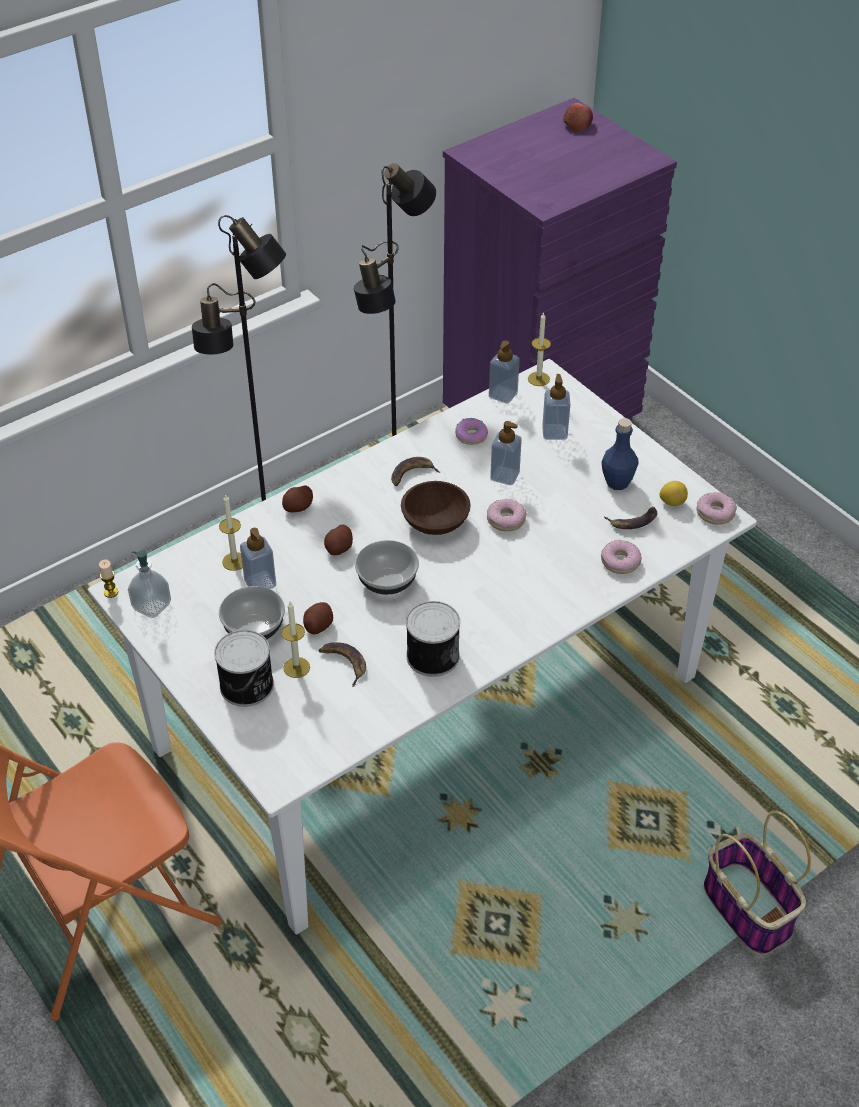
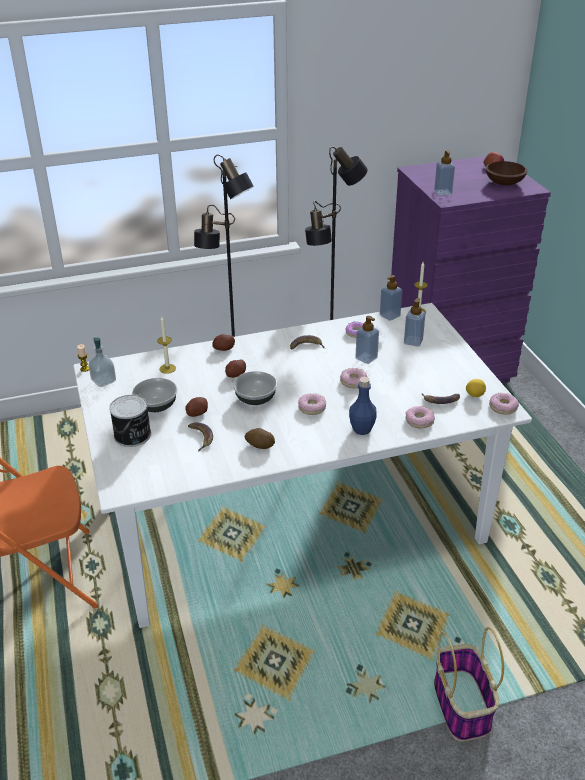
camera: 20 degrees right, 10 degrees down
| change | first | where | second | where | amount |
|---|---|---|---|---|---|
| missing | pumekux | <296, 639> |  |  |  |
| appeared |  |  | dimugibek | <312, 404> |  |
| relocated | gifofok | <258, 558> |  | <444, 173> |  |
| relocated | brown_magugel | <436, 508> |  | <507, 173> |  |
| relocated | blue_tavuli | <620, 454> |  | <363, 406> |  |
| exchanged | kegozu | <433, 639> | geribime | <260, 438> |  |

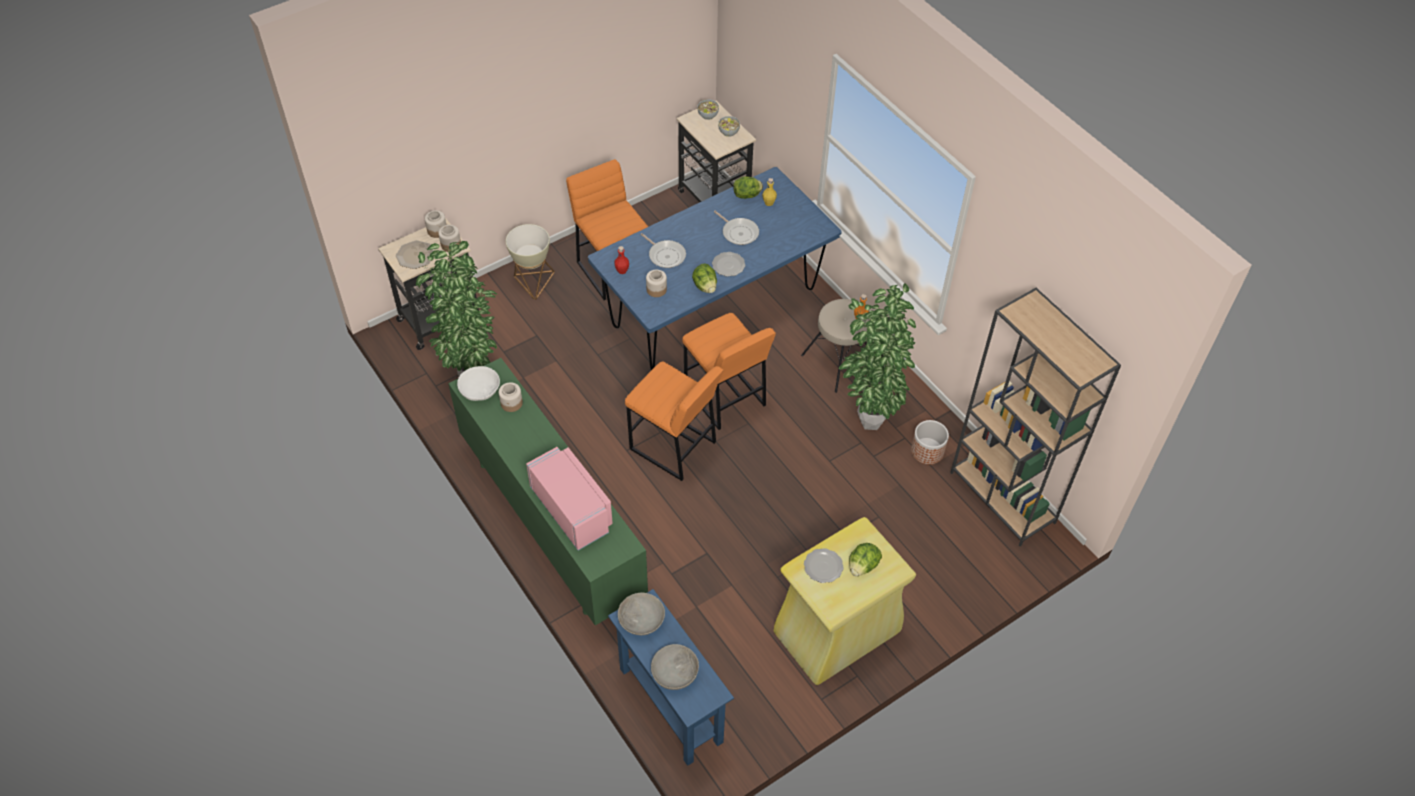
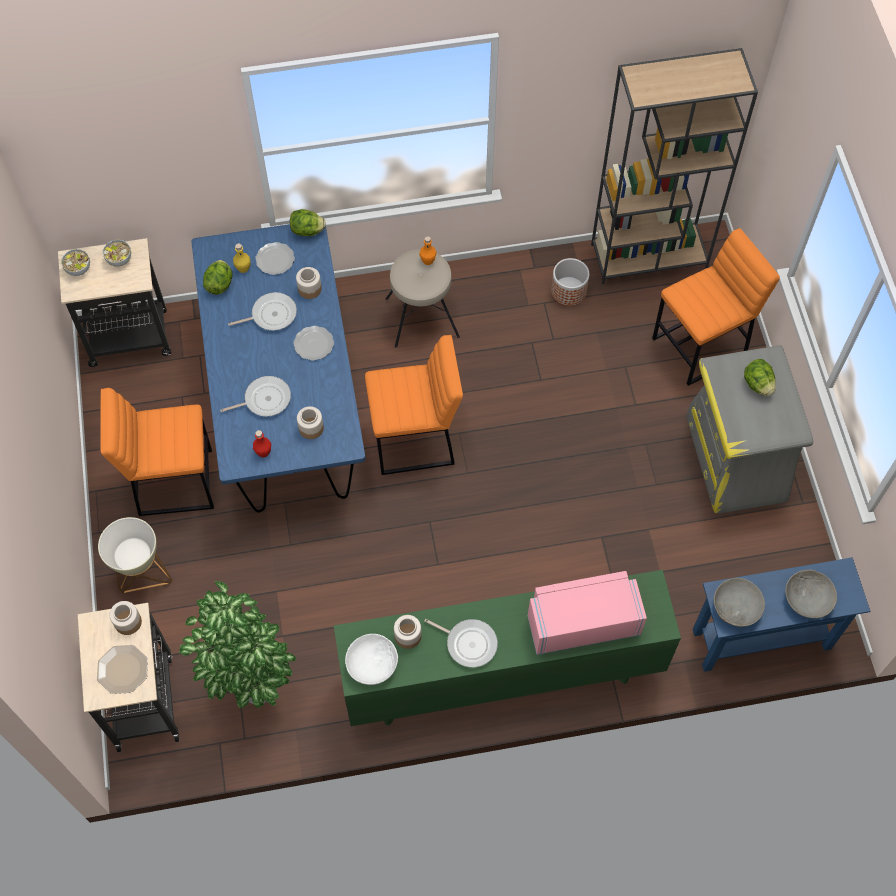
camera: 65 degrees left, 10 degrees up
| change | first | where | second | where | amount |
|---|---|---|---|---|---|
| missing | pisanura | <877, 356> |  |  |  |
| appeared |  |  | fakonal | <461, 643> |  |
| relocated | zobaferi | <435, 224> |  | <309, 283> |  |
| relocated | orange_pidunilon | <674, 421> |  | <716, 307> |  |
| relocated | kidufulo | <704, 278> |  | <308, 222> |  |
| relocated | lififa | <824, 565> |  | <275, 258> |  |
| colour | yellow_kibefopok | <845, 601> | grey_kibefopok | <750, 429> |  |

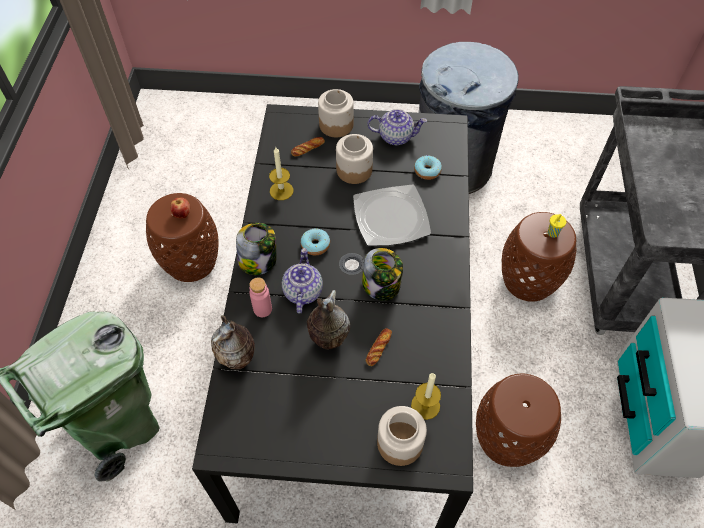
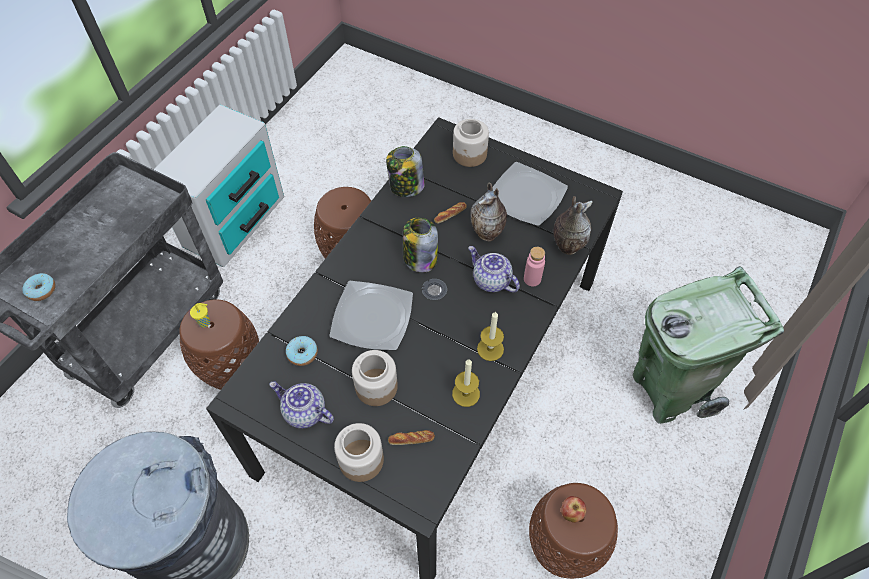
camera: 155 degrees left, 0 degrees up
| change | first | where | second | where | amount |
|---|---|---|---|---|---|
| appeared |  |  | lififa | <530, 194> |  |
| relocated | zobaferi | <256, 249> |  | <405, 171> |  |
| relocated | dimugibek | <315, 241> |  | <39, 287> |  |
| relocated | pumekux | <426, 396> |  | <490, 336> |  |
| spun | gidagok | <302, 280> |  | <494, 269> | 105 degrees clockwise |

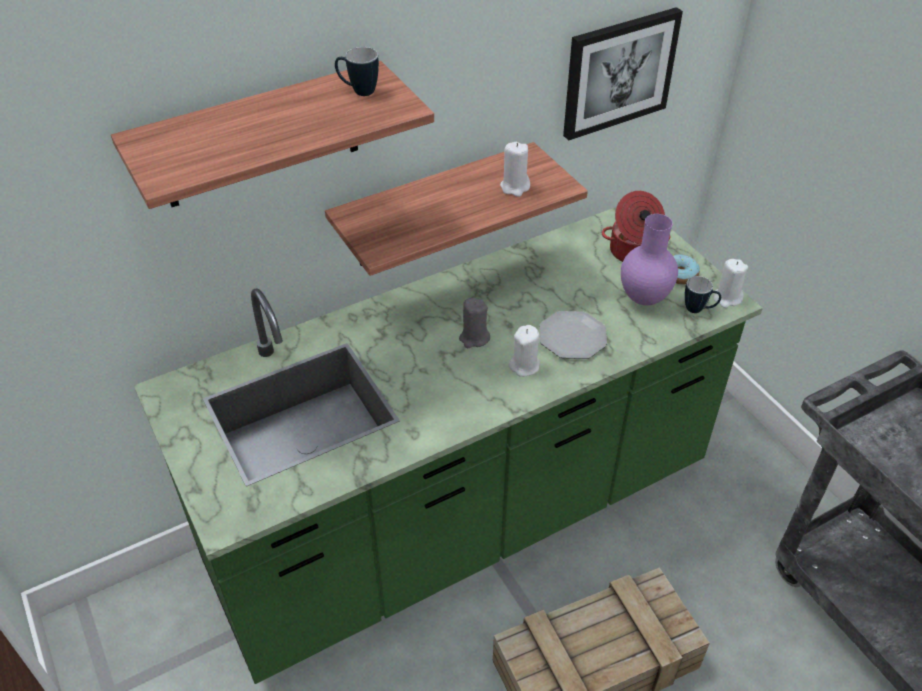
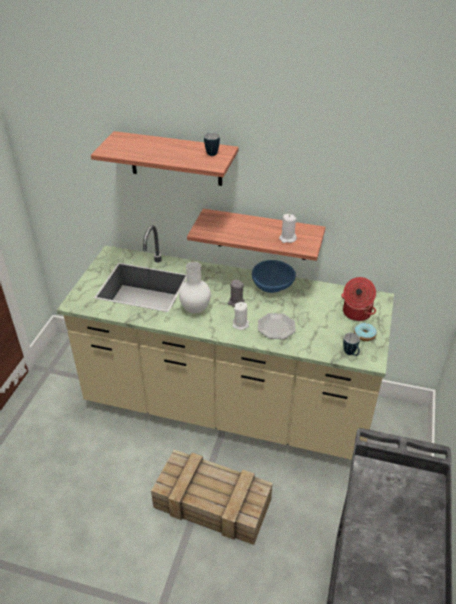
camera: 45 degrees right, 5 degrees down
| change | first | where | second | where | amount |
|---|---|---|---|---|---|
| missing | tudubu | <623, 73> |  |  |  |
| missing | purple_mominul | <649, 259> |  |  |  |
| missing | white_pumekux | <731, 283> |  |  |  |
| appeared |  |  | white_mominul | <195, 287> |  |
| appeared |  |  | blue_magugel | <274, 276> |  |
| colour | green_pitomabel | <448, 445> | beige_pitomabel | <225, 342> |  |

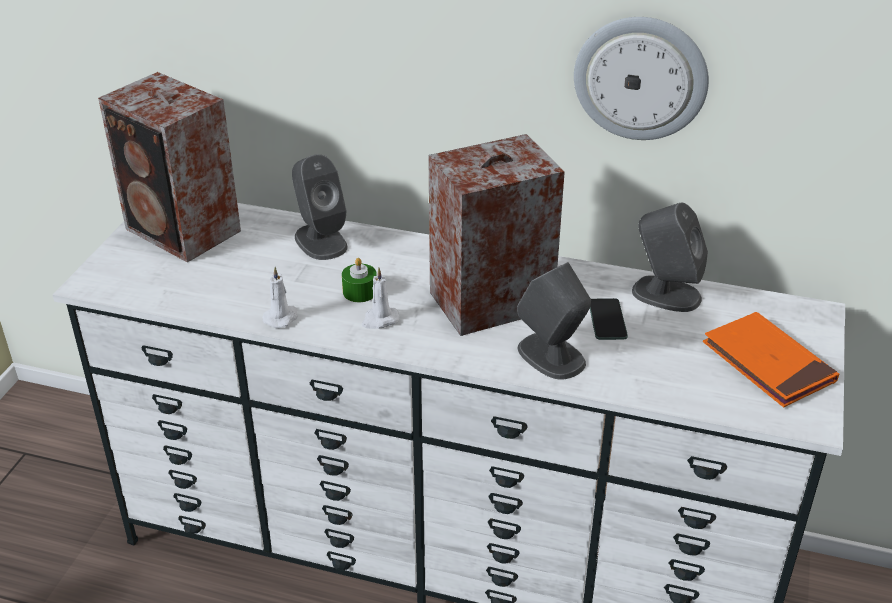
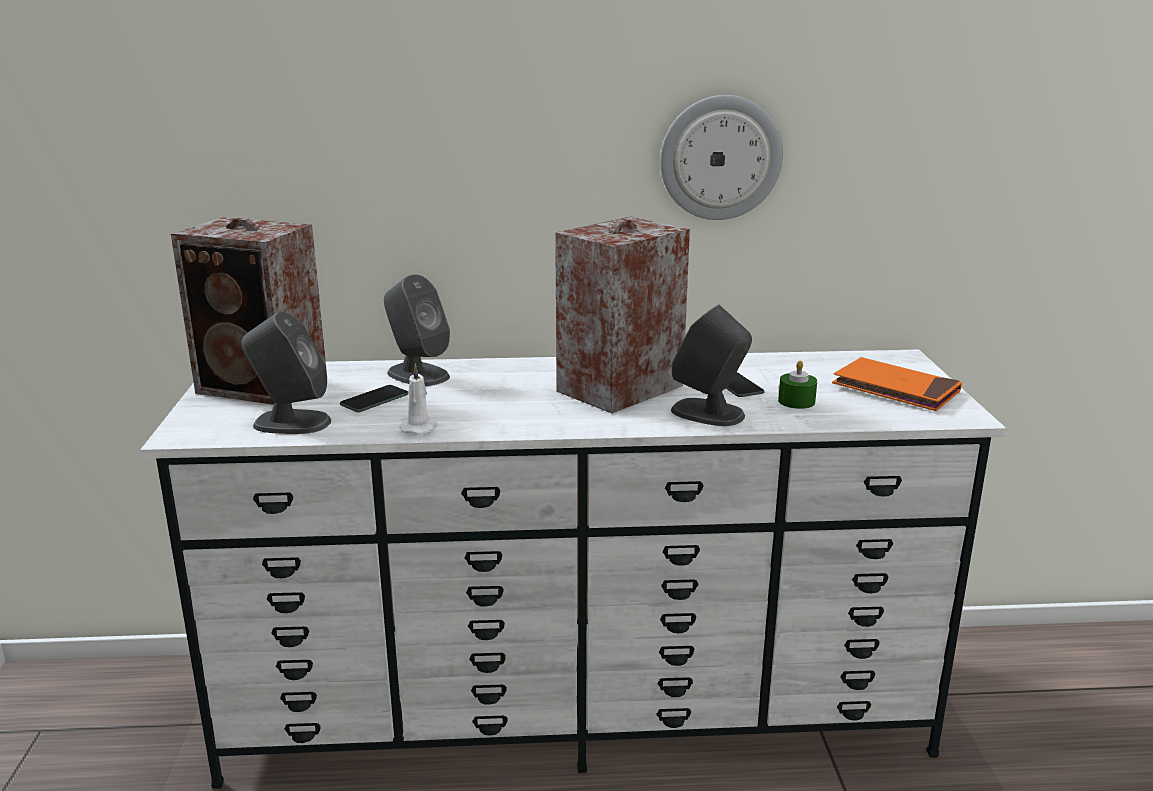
camera: 20 degrees left, 15 degrees down
| change | first | where | second | where | amount |
|---|---|---|---|---|---|
| missing | white_pumekux | <380, 298> |  |  |  |
| appeared |  |  | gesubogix | <374, 398> |  |
| relocated | green_pumekux | <359, 280> |  | <797, 385> |  |
| relocated | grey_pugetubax | <670, 257> |  | <286, 372> |  |

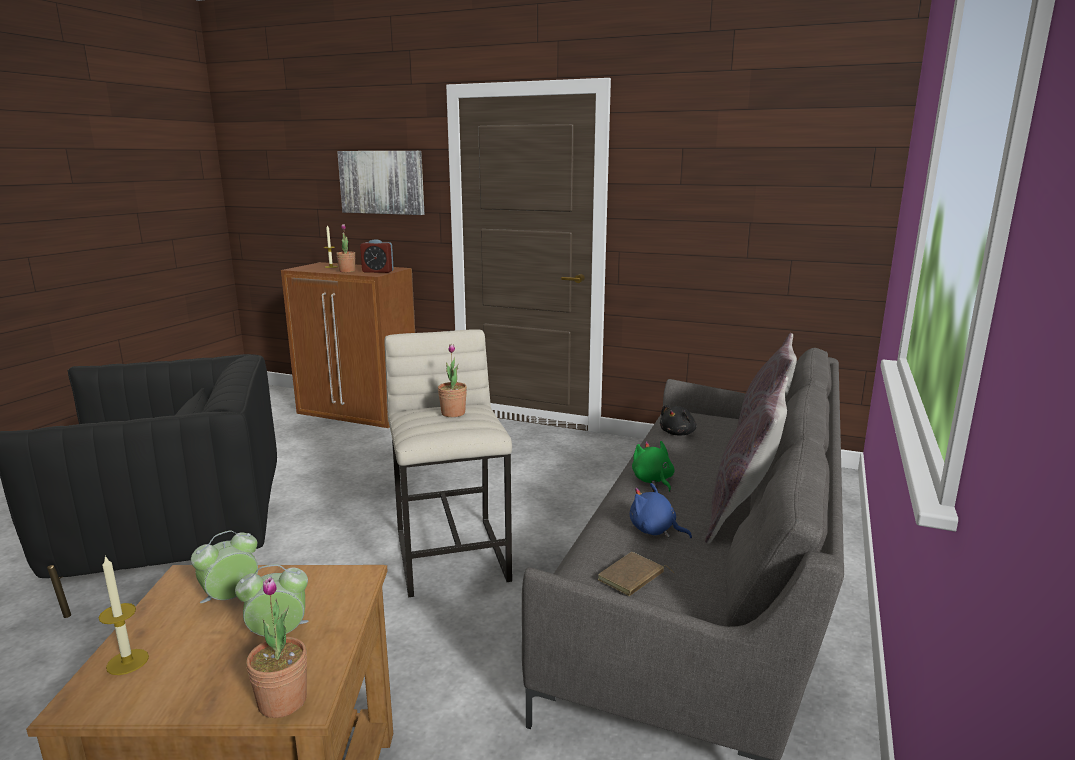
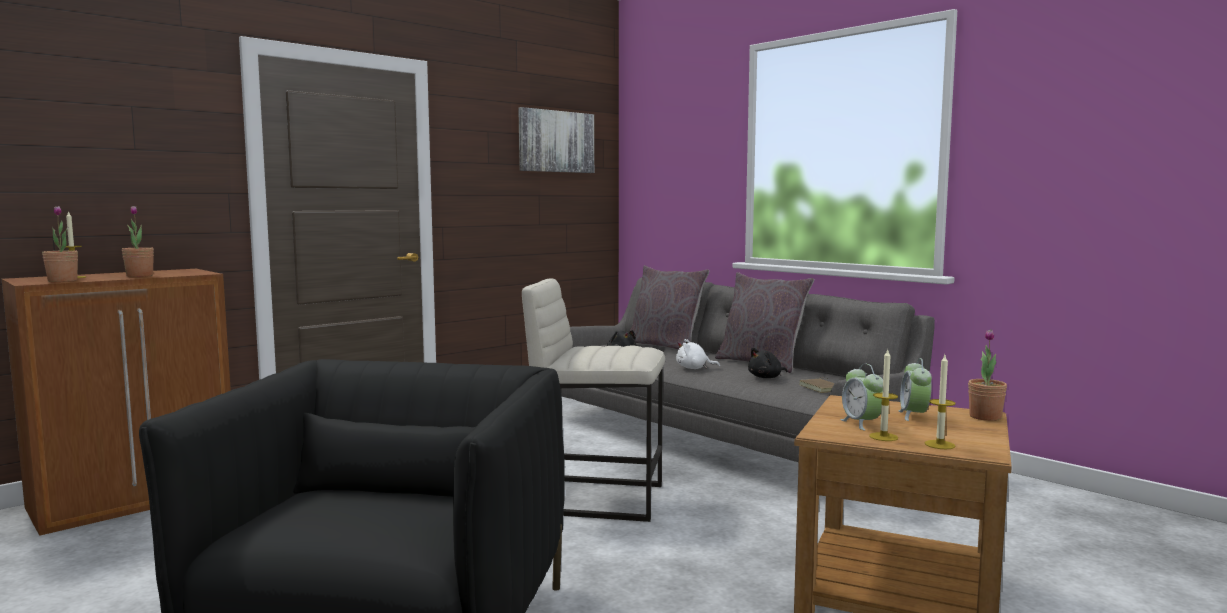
camera: 65 degrees left, 10 degrees down
| change | first | where | second | where | amount |
|---|---|---|---|---|---|
| missing | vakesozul | <377, 256> |  |  |  |
| appeared |  |  | pumekux | <883, 394> |  |
| relocated | tudubu | <380, 183> |  | <556, 140> |  |
| relocated | pisanura | <452, 380> |  | <60, 244> |  |
| colour | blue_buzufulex | <661, 510> | black_buzufulex | <767, 363> |  |
| colour | green_buzufulex | <653, 466> | white_buzufulex | <698, 354> |  |

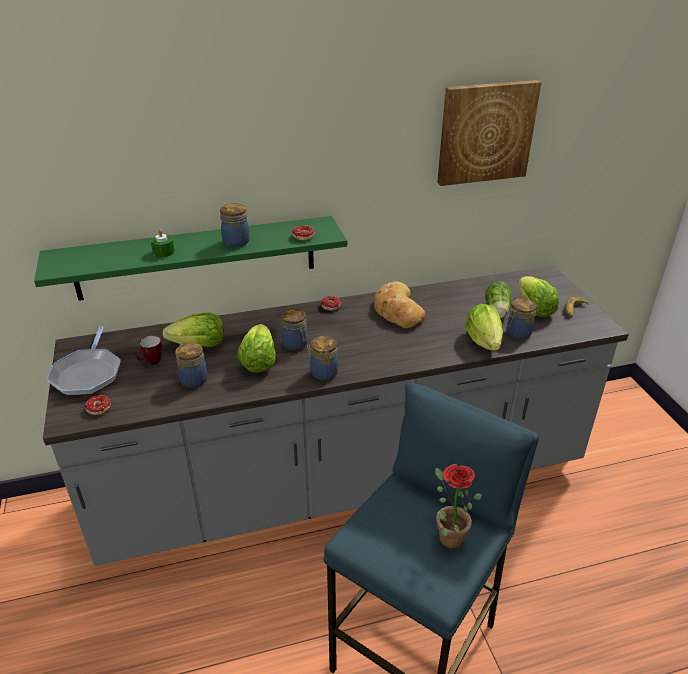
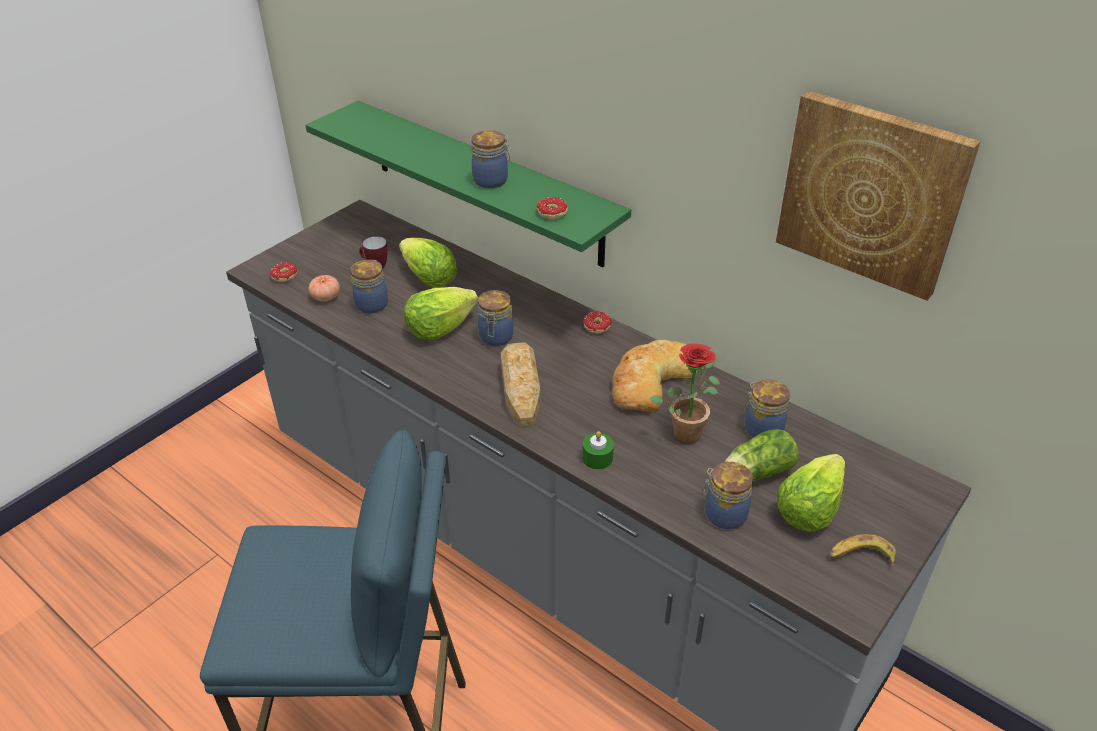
camera: 55 degrees right, 5 degrees up
| change | first | where | second | where | amount |
|---|---|---|---|---|---|
| missing | fakonal | <84, 360> |  |  |  |
| missing | kidufulo | <484, 327> |  |  |  |
| appeared |  |  | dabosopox | <324, 288> |  |
| appeared |  |  | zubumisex | <520, 384> |  |
| relocated | green_pumekux | <163, 243> |  | <598, 450> |  |
| relocated | zobaferi | <322, 358> |  | <767, 408> |  |
| relocated | pisanura | <458, 506> |  | <685, 394> |  |

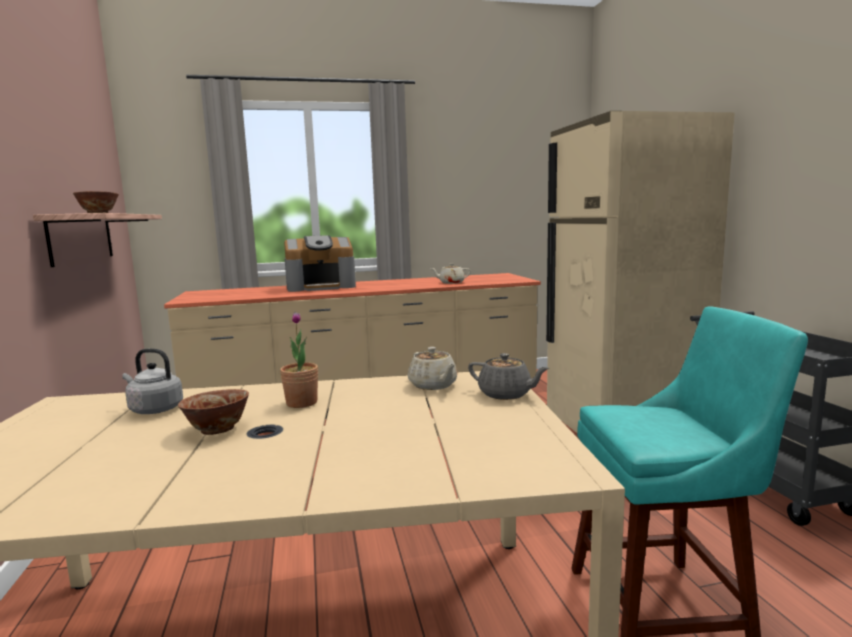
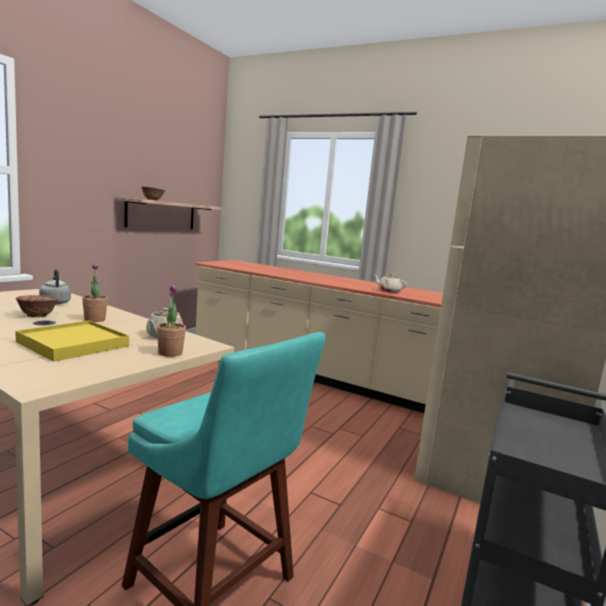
camera: 40 degrees right, 0 degrees up
| change | first | where | second | where | amount |
|---|---|---|---|---|---|
| missing | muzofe | <320, 263> |  |  |  |
| appeared |  |  | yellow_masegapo | <72, 341> |  |
| exchanged | grey_gidagok | <508, 376> | pisanura | <171, 320> |  |

